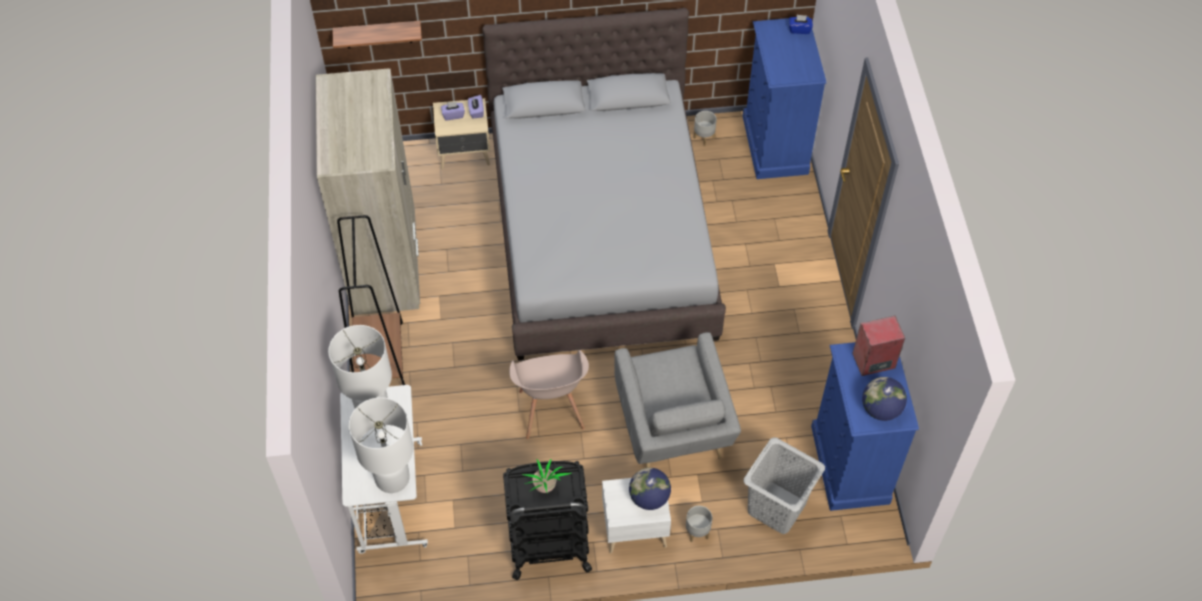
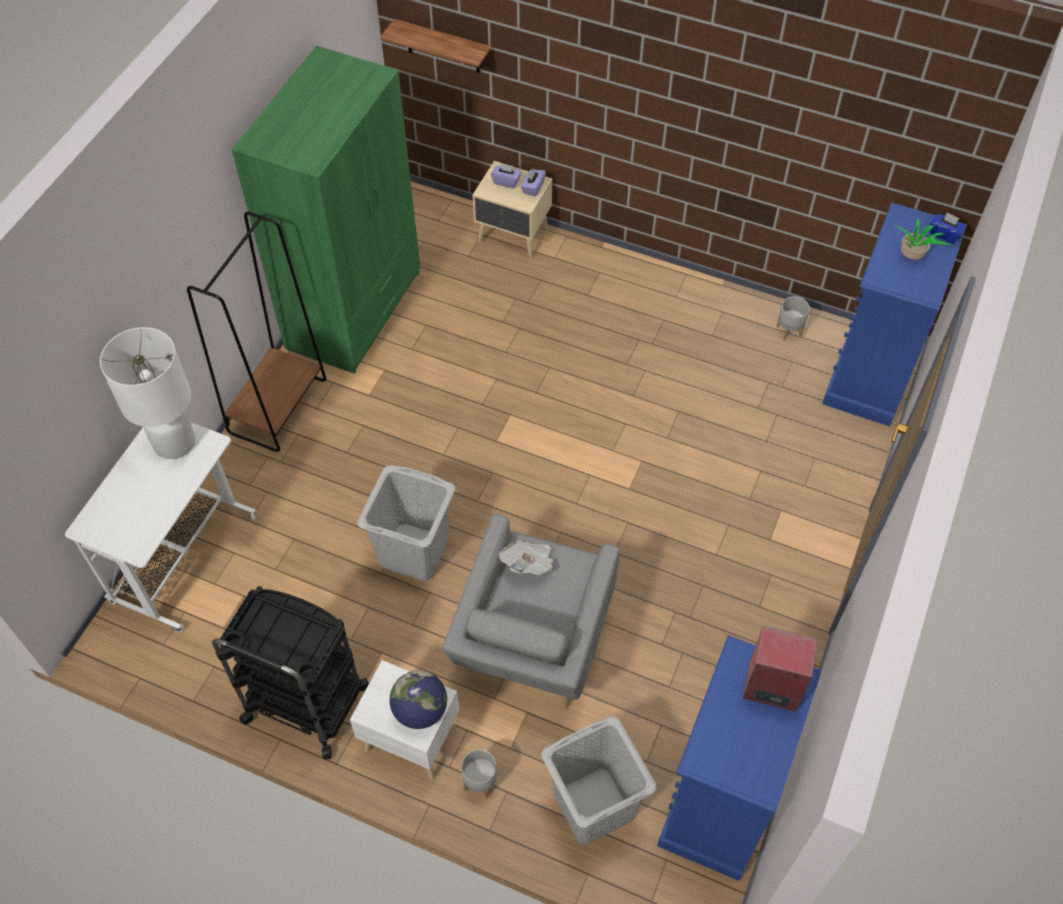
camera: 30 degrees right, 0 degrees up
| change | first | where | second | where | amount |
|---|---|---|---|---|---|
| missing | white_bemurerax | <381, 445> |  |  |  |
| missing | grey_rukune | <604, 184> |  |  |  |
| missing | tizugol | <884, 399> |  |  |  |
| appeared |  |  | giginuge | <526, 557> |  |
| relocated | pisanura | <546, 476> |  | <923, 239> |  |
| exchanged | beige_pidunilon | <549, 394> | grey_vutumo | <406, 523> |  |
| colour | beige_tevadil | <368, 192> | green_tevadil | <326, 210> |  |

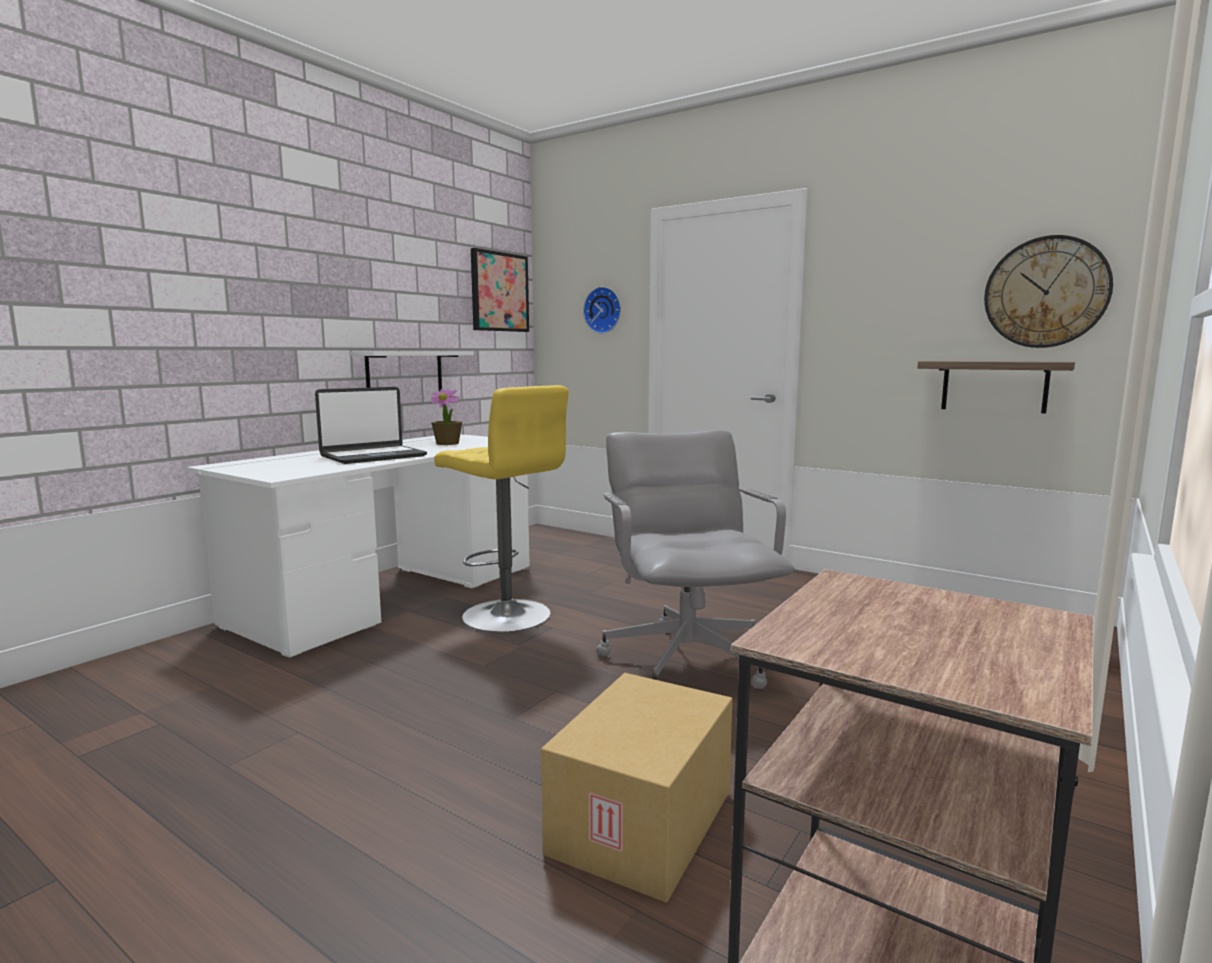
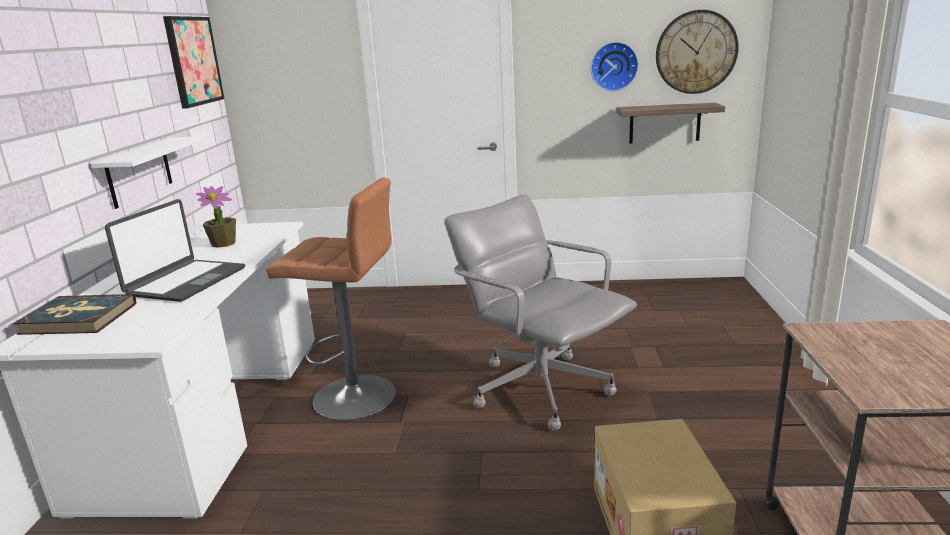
camera: 30 degrees left, 10 degrees up
| change | first | where | second | where | amount |
|---|---|---|---|---|---|
| appeared |  |  | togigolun | <74, 314> |  |
| relocated | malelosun | <602, 310> |  | <615, 66> |  |
| colour | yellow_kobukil | <501, 508> | brown_kobukil | <331, 298> |  |

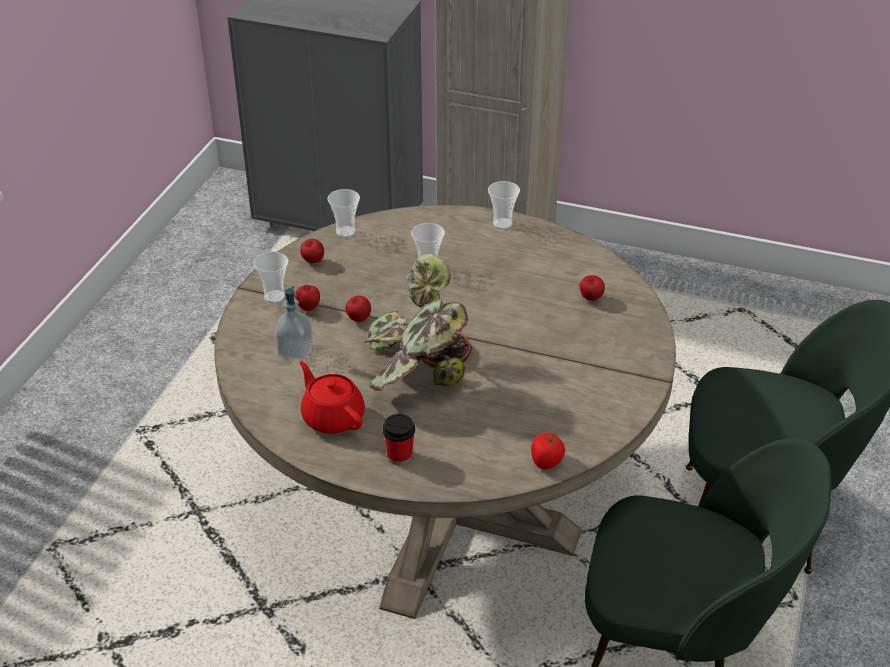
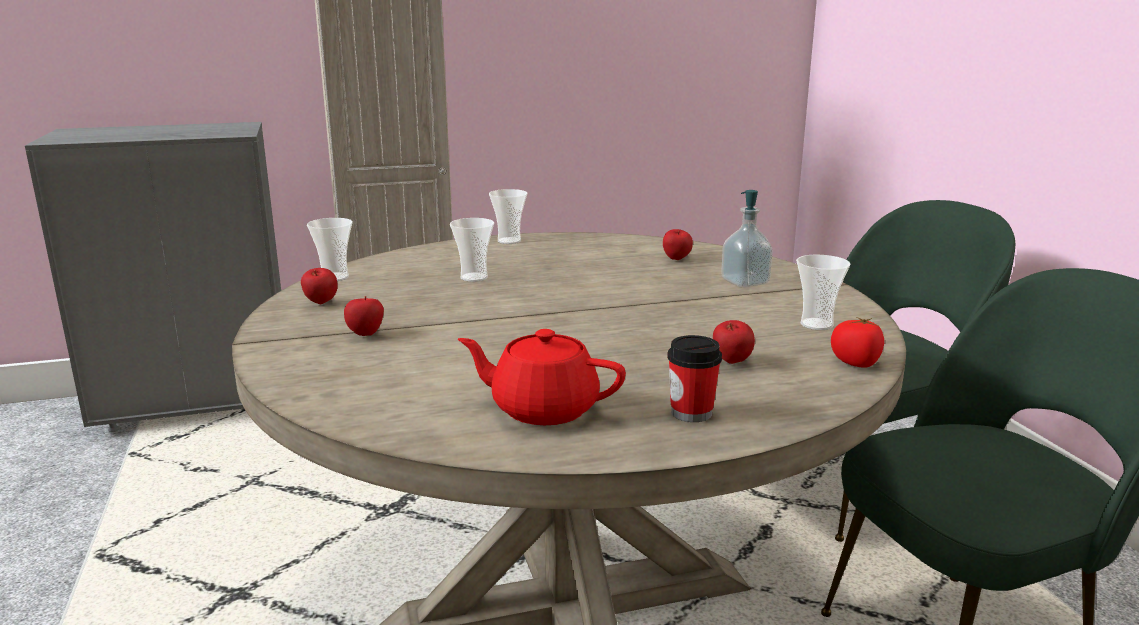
camera: 35 degrees left, 20 degrees down
| change | first | where | second | where | amount |
|---|---|---|---|---|---|
| missing | pisanura | <418, 322> |  |  |  |
| relocated | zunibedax | <270, 277> |  | <823, 292> |  |
| relocated | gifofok | <294, 323> |  | <747, 238> |  |
| relocated | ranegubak | <358, 309> |  | <734, 342> |  |

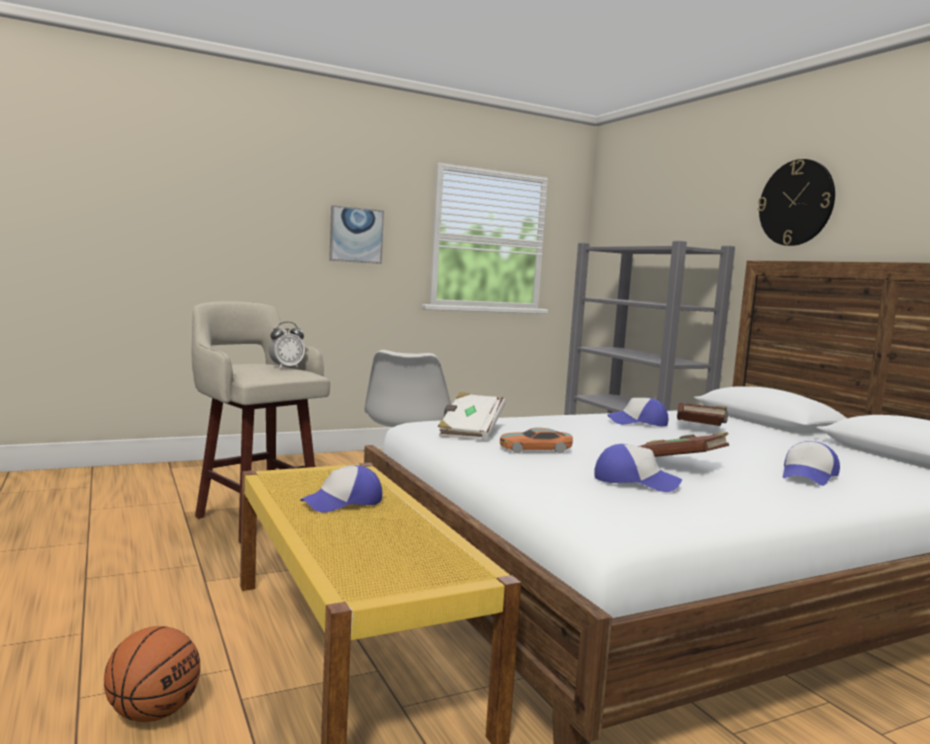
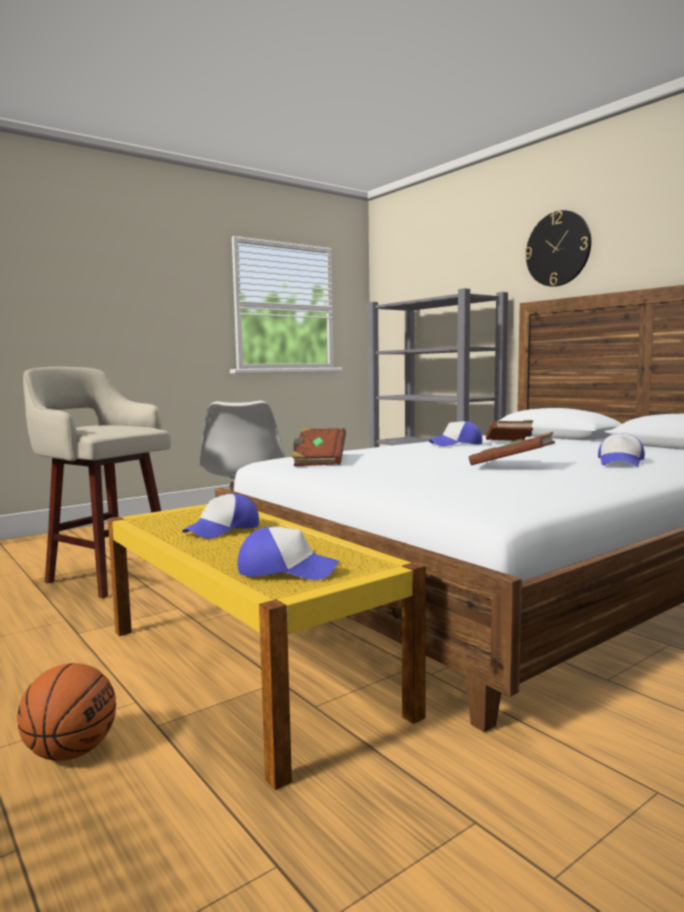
camera: 10 degrees left, 0 degrees up
| change | first | where | second | where | amount |
|---|---|---|---|---|---|
| missing | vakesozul | <286, 345> |  |  |  |
| missing | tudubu | <356, 234> |  |  |  |
| missing | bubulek | <536, 441> |  |  |  |
| relocated | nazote | <638, 468> |  | <288, 553> |  |
| colour | white_togigolun | <471, 416> | brown_togigolun | <319, 447> |  |

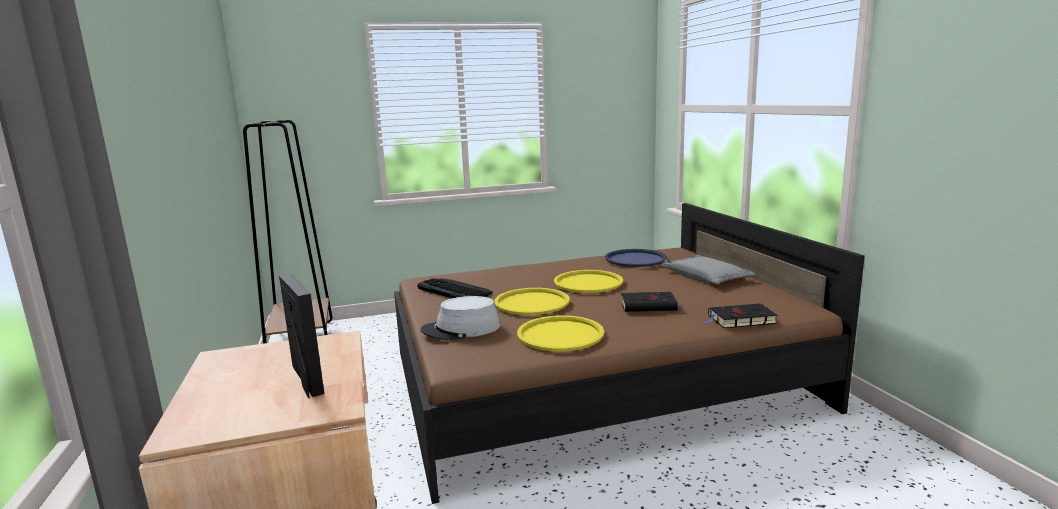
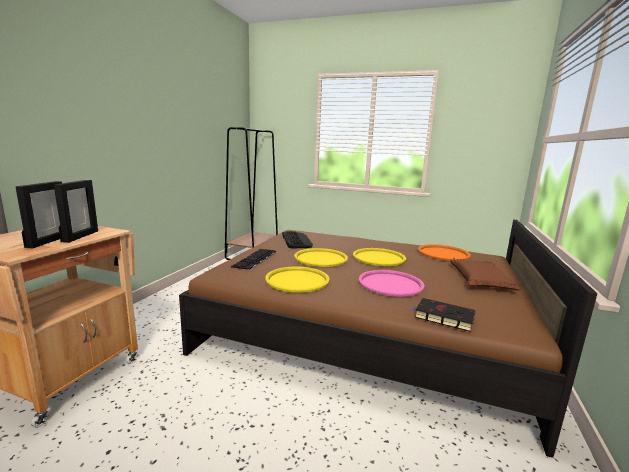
camera: 35 degrees right, 0 degrees up
| change | first | where | second | where | amount |
|---|---|---|---|---|---|
| appeared |  |  | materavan | <76, 211> |  |
| exchanged | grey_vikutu | <460, 318> | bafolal | <253, 259> |  |
| exchanged | black_togigolun | <653, 302> | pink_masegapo | <392, 283> |  |
| colour | blue_masegapo | <636, 258> | orange_masegapo | <444, 252> |  |
| colour | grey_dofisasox | <708, 269> | brown_dofisasox | <485, 274> |  |

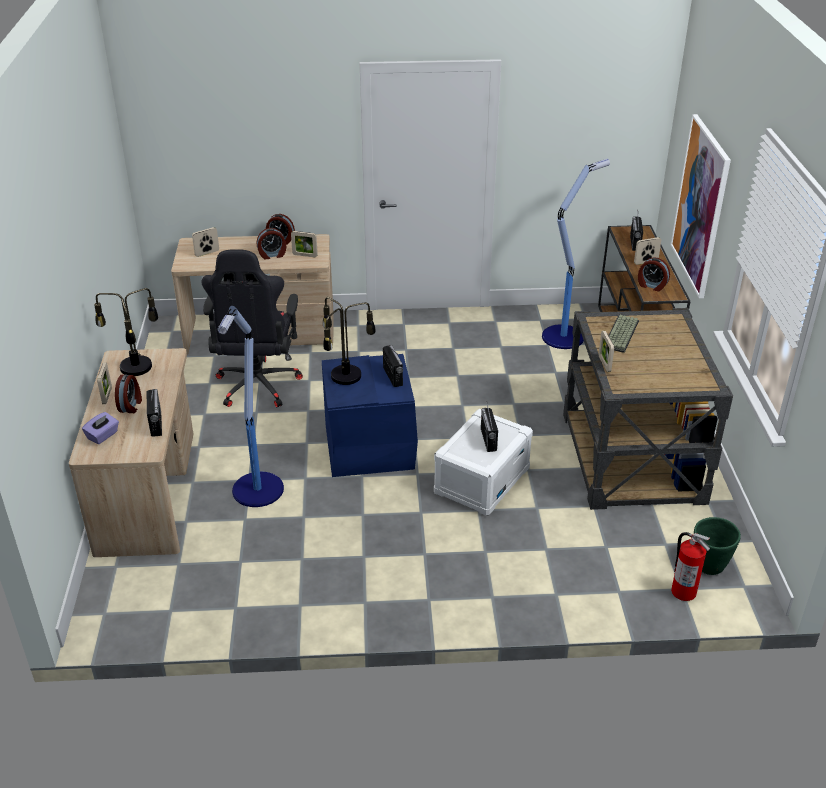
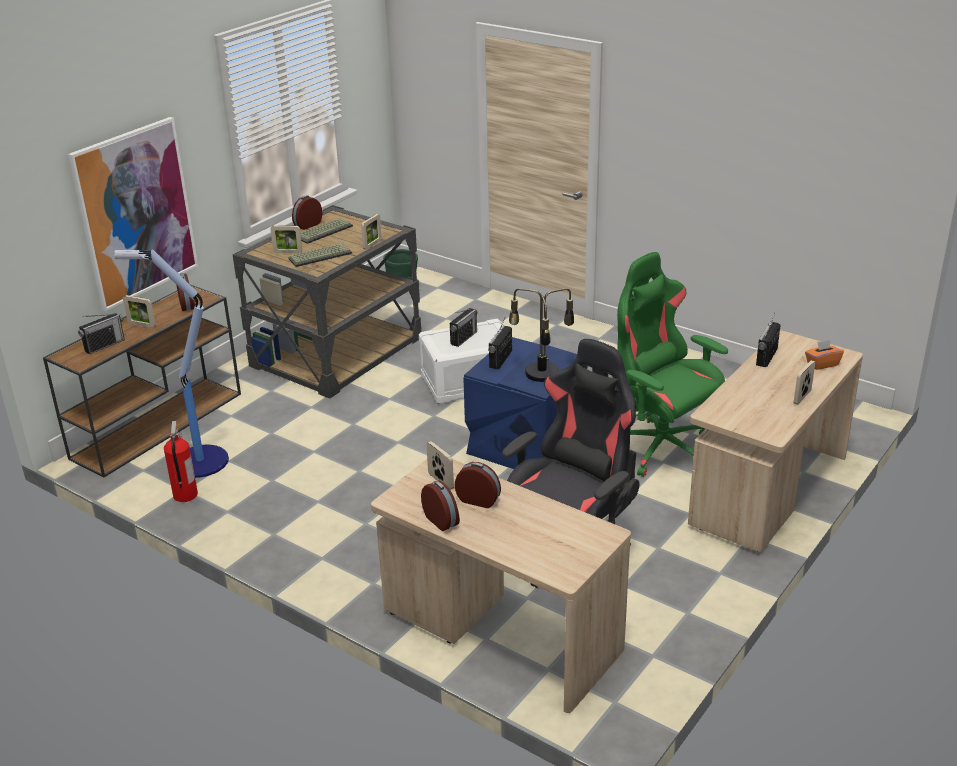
camera: 140 degrees left, 5 degrees down
| change | first | where | second | where | amount |
|---|---|---|---|---|---|
| missing | bemurerax | <126, 332> |  |  |  |
| appeared |  |  | bafolal | <326, 231> |  |
| relocated | vakesozul | <128, 393> |  | <307, 212> |  |
| relocated | materavan | <205, 242> |  | <286, 239> |  |
| relocated | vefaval | <690, 566> |  | <181, 461> |  |
| exchanged | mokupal | <250, 406> | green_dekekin | <670, 364> |  |
| colour | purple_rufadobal | <100, 428> | orange_rufadobal | <824, 355> |  |

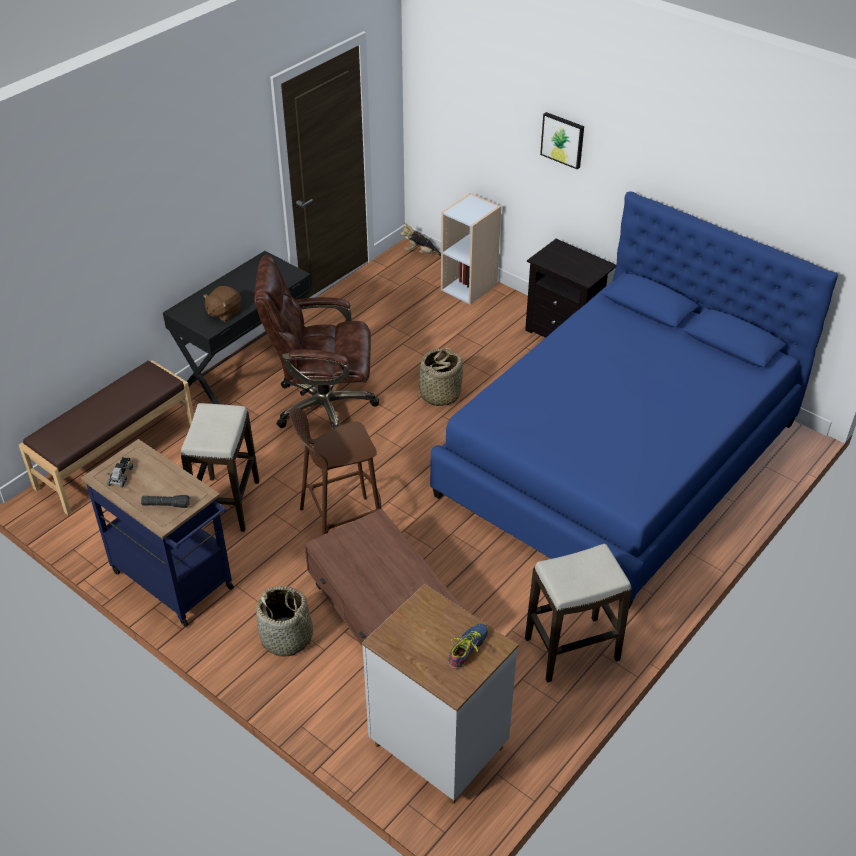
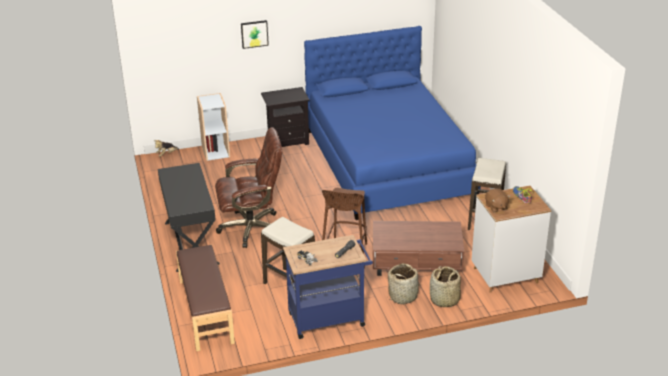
camera: 55 degrees left, 10 degrees down
| change | first | where | second | where | amount |
|---|---|---|---|---|---|
| relocated | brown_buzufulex | <222, 304> |  | <497, 200> |  |
| relocated | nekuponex | <440, 377> |  | <445, 286> |  |
| spun | brown_dekekin | <316, 342> |  | <248, 187> | 135 degrees counterclockwise |

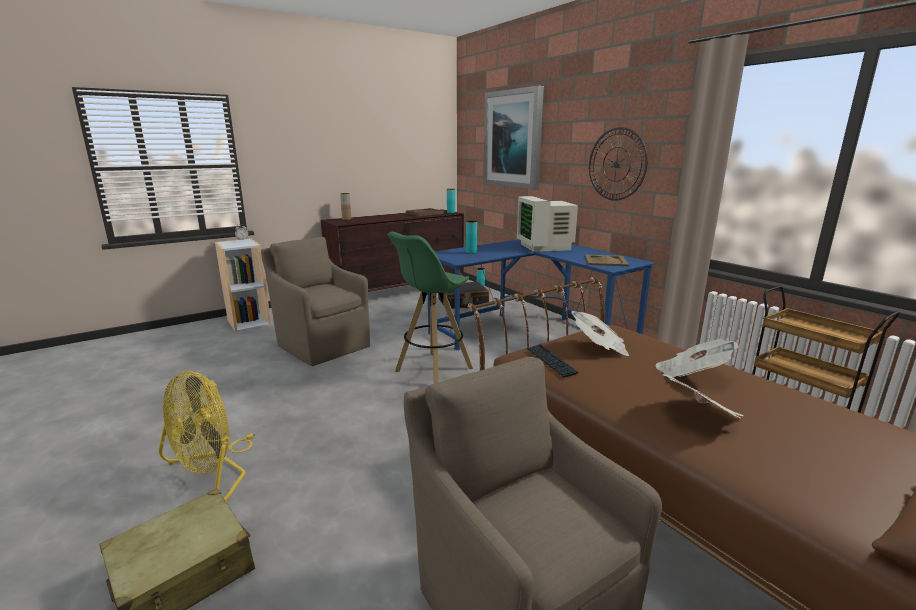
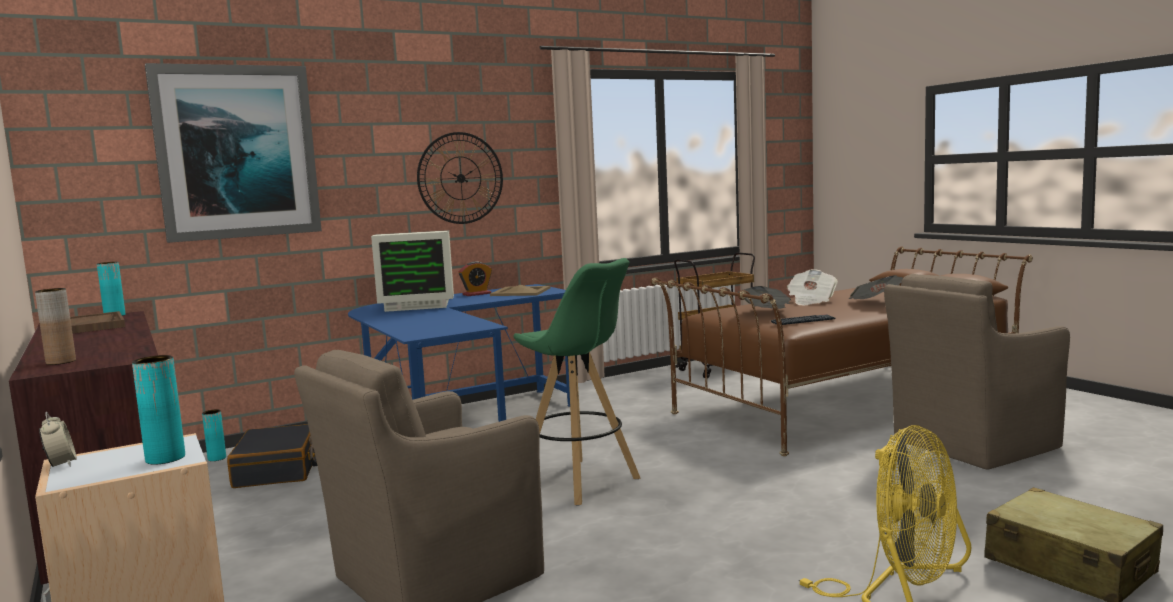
camera: 85 degrees left, 10 degrees down
| change | first | where | second | where | amount |
|---|---|---|---|---|---|
| appeared |  |  | vakesozul | <475, 278> |  |
| relocated | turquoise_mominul | <471, 237> |  | <158, 410> |  |

